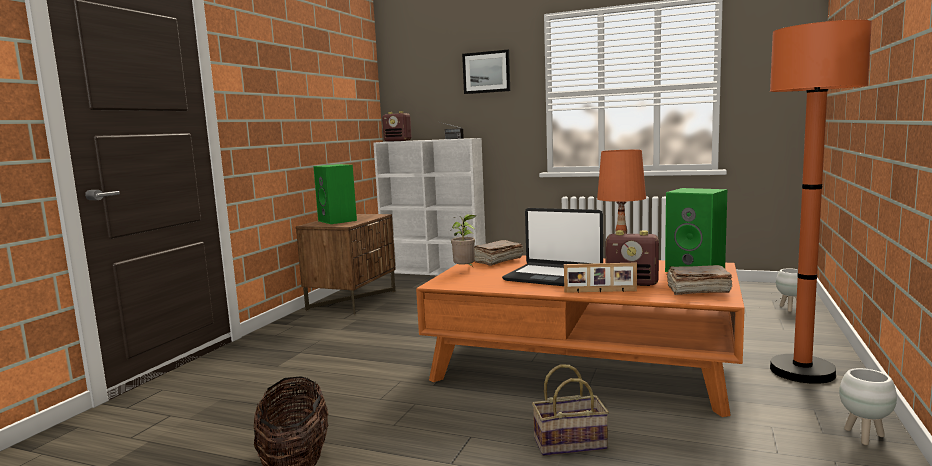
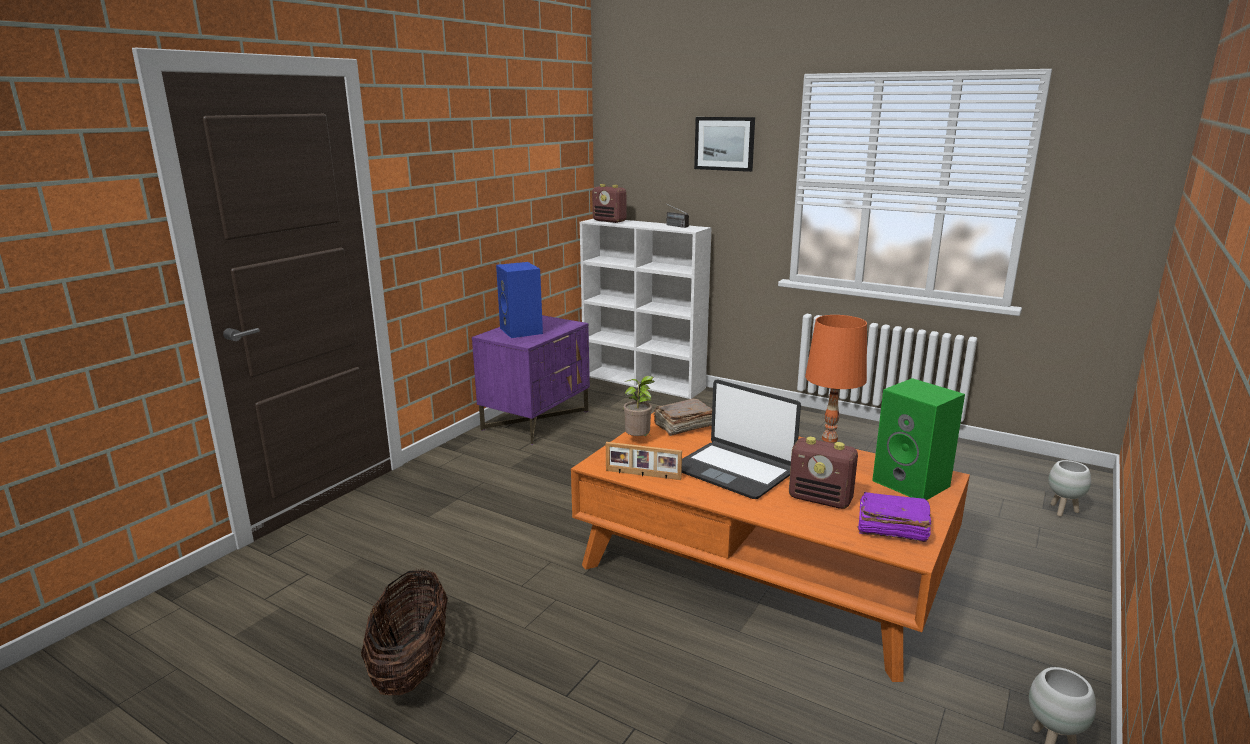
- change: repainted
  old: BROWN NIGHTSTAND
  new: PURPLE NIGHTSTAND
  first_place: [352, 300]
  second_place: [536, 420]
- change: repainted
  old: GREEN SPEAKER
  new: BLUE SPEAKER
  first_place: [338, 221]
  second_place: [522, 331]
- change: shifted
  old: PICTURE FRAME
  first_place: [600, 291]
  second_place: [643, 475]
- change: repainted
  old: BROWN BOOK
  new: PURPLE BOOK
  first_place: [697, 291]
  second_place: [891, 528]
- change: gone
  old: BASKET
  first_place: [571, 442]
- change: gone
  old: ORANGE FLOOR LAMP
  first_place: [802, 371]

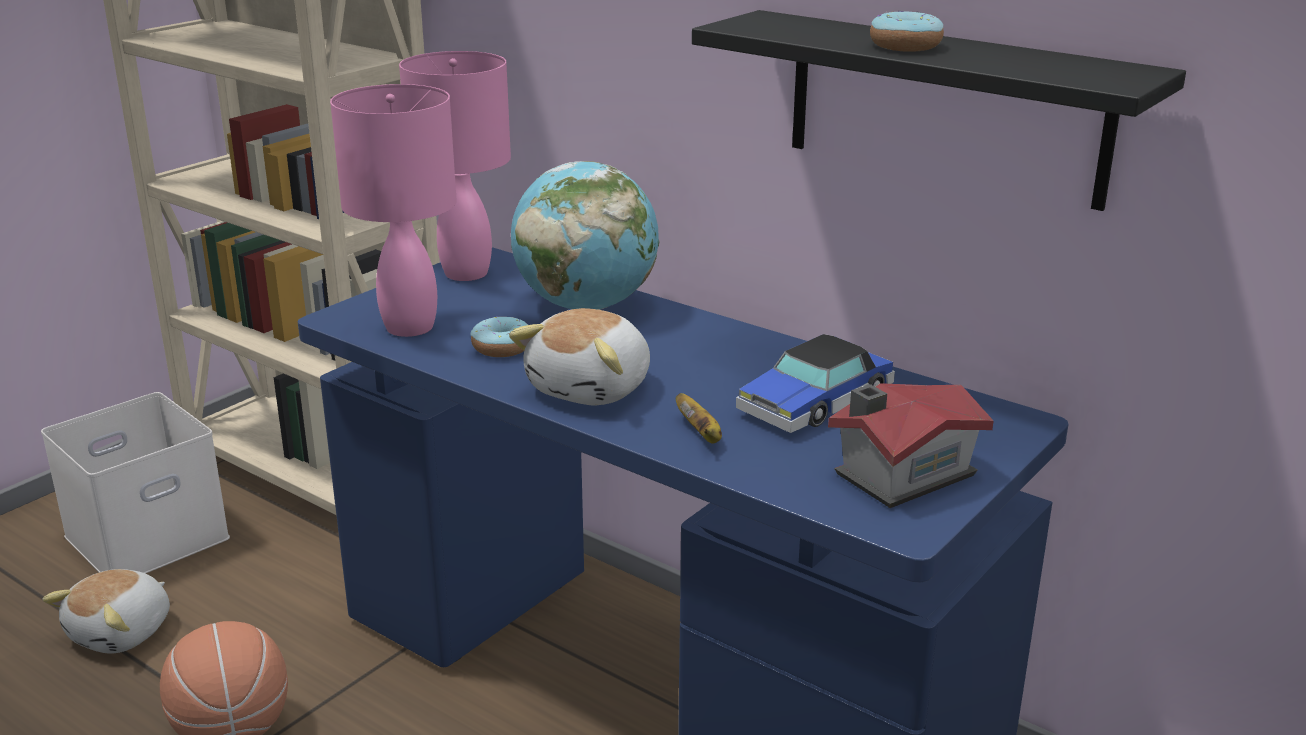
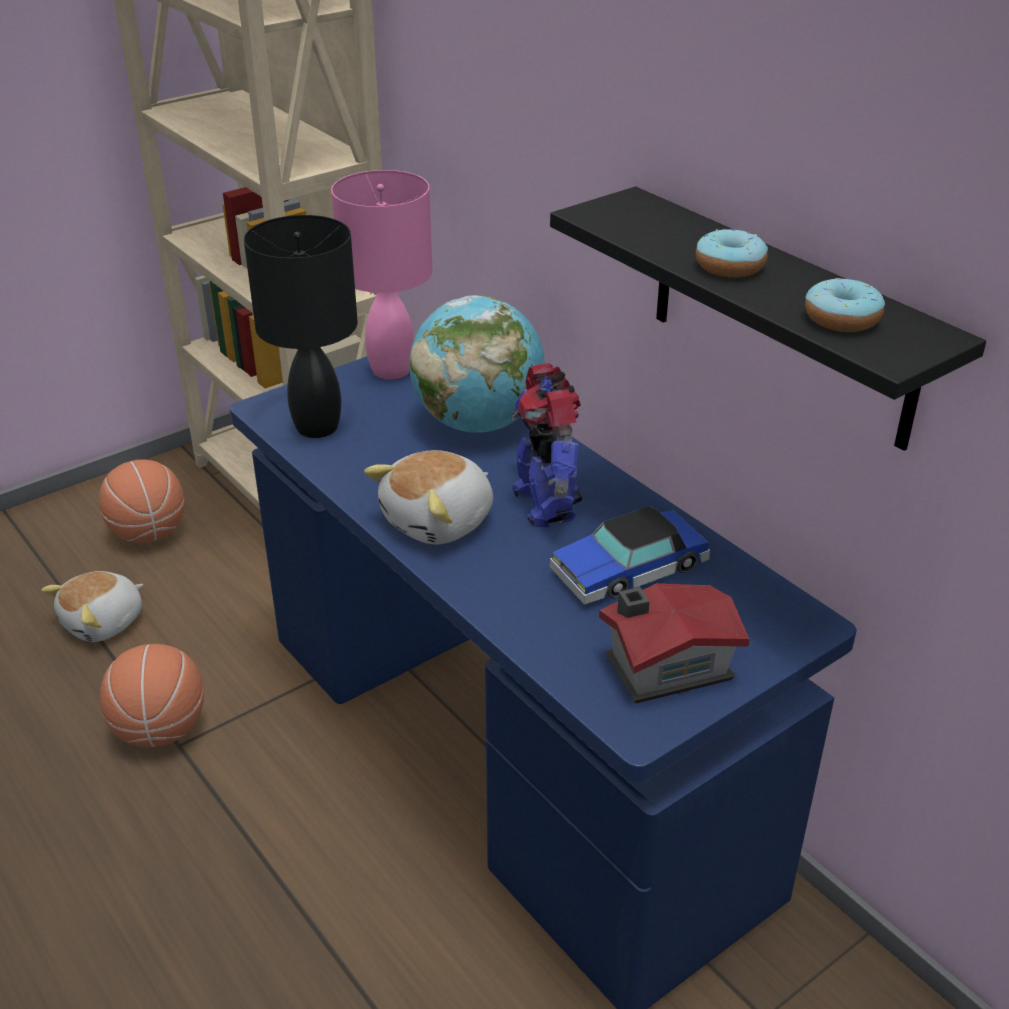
- change: swapped
  old: WHITE STORAGE BOX
  new: BASKETBALL
  first_place: [148, 535]
  second_place: [148, 533]
- change: repainted
  old: PINK TABLE LAMP
  new: BLACK TABLE LAMP
  first_place: [409, 328]
  second_place: [317, 428]
- change: new
  new: TOY ROBOT
  second_place: [545, 503]
- change: shifted
  old: DONUT
  first_place: [502, 348]
  second_place: [841, 319]
- change: gone
  old: BANANA
  first_place: [701, 434]

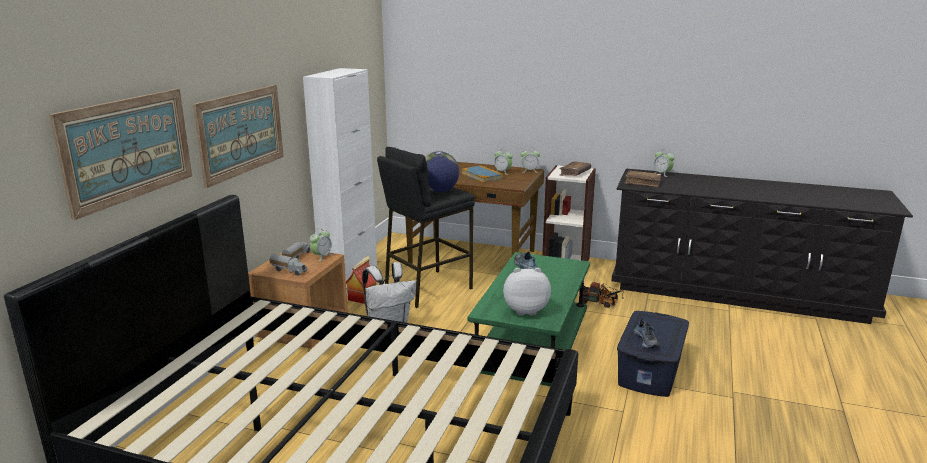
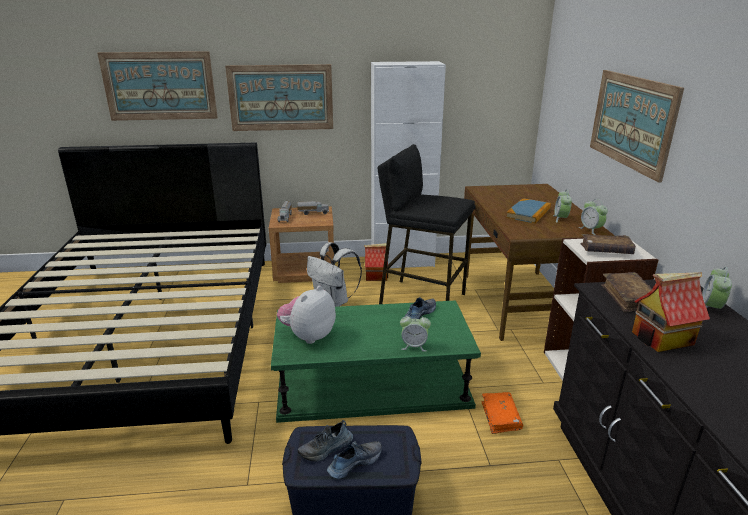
- change: rotated
  old: PLUSH TOY
  first_place: [525, 310]
  second_place: [308, 336]
  degrees: -120
- change: new
  new: SHOE
  second_place: [354, 462]
- change: shifted
  old: ALARM CLOCK
  first_place: [321, 256]
  second_place: [414, 346]
- change: swapped
  old: TOY TRUCK
  new: ORANGE BOOK
  first_place: [600, 303]
  second_place: [500, 417]
- change: new
  new: PICTURE
  second_place: [631, 121]
- change: new
  new: TOY HOUSE
  second_place: [662, 339]
- change: gone
  old: GLOBE
  first_place: [439, 191]

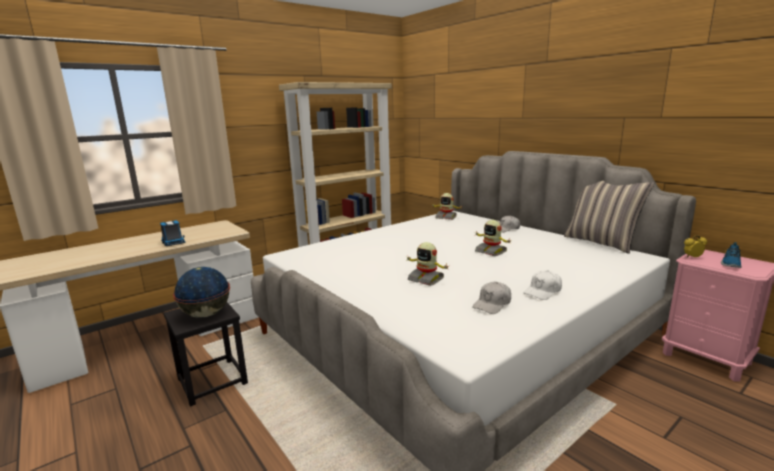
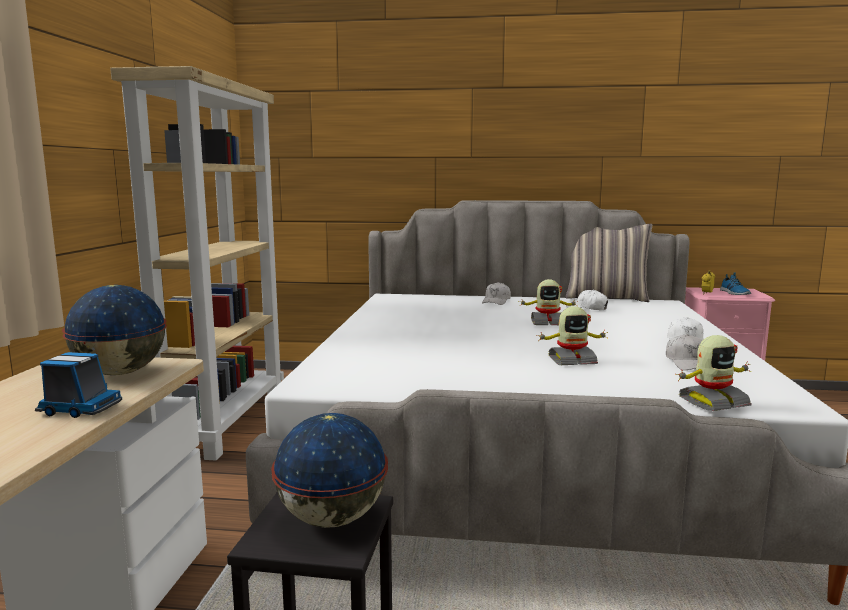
- change: new
  new: GLOBE
  second_place: [121, 373]
- change: new
  new: WHITE CAP
  second_place: [587, 308]
- change: shifted
  old: TOY ROBOT
  first_place: [446, 217]
  second_place: [712, 402]

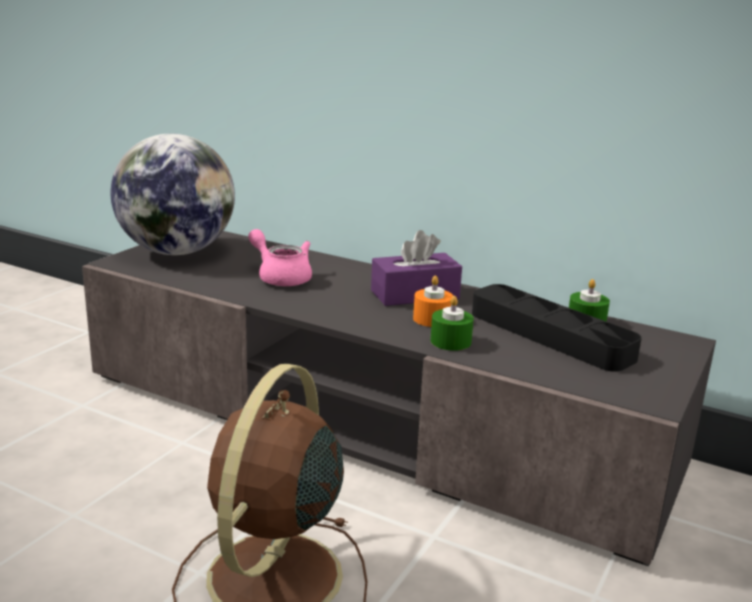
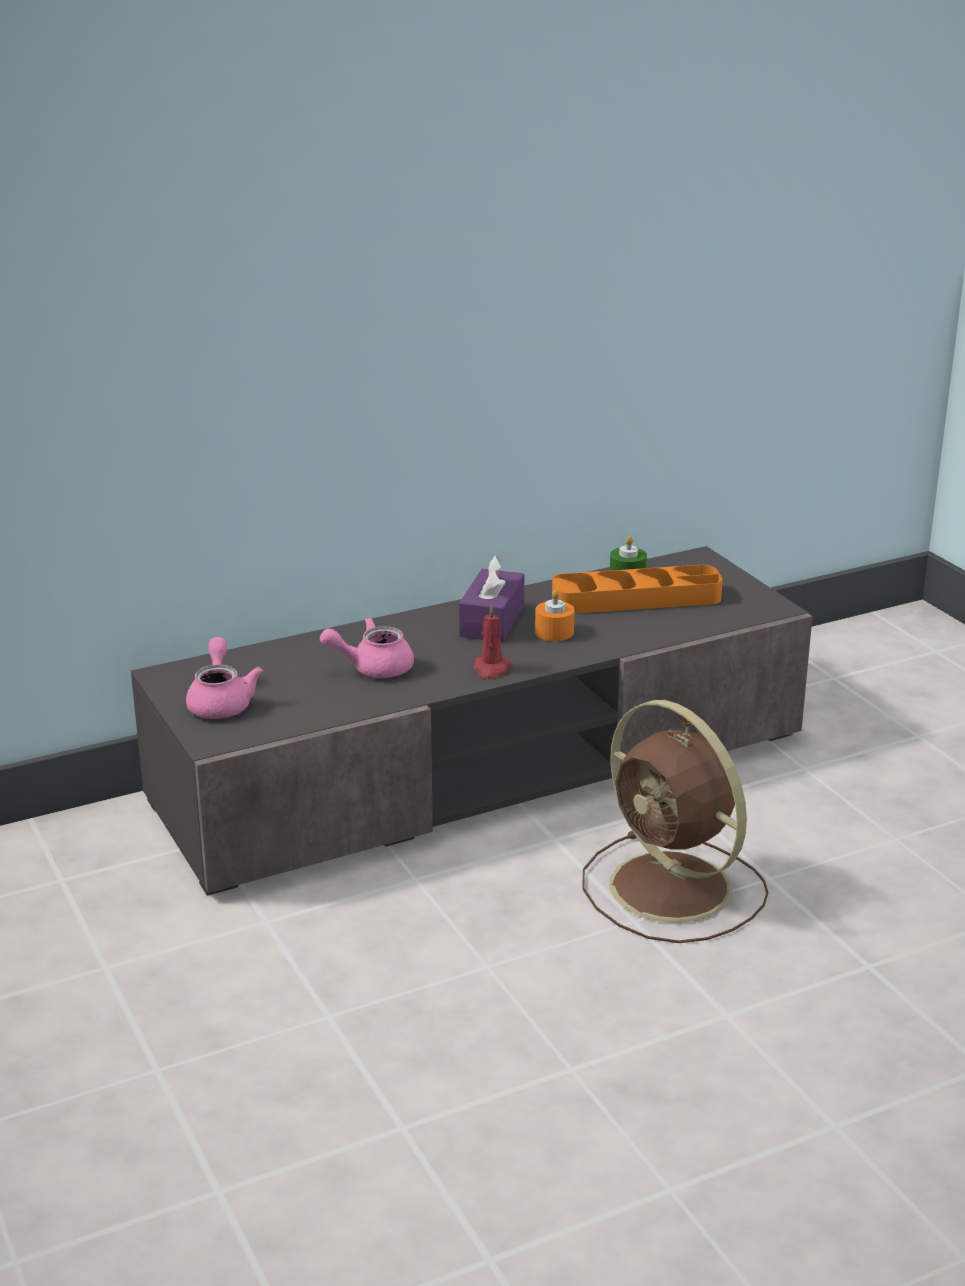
- change: swapped
  old: GLOBE
  new: PINK TEAPOT
  first_place: [176, 251]
  second_place: [221, 702]
- change: new
  new: RED CANDLE
  second_place: [491, 669]
- change: repainted
  old: BLACK TRAY
  new: ORANGE TRAY
  first_place: [550, 335]
  second_place: [636, 599]
- change: gone
  old: GREEN CANDLE
  first_place: [450, 341]

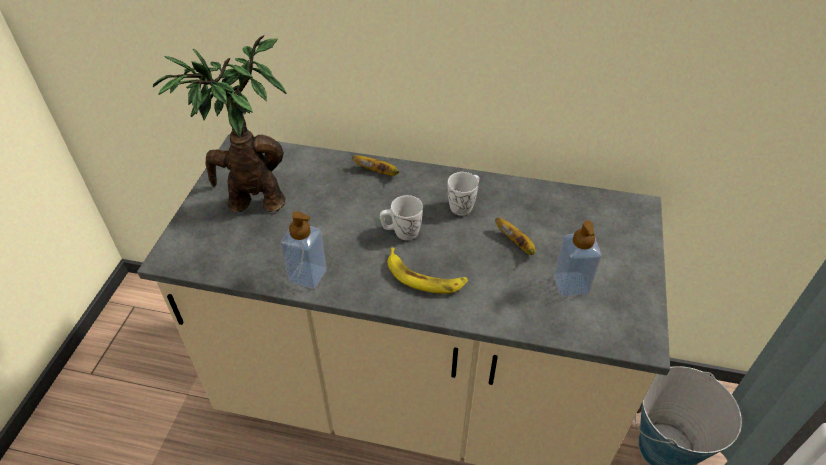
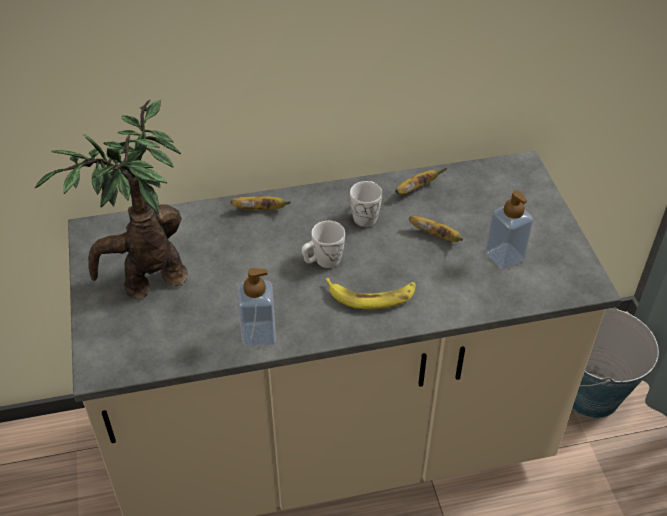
- change: new
  new: BANANA
  second_place: [416, 188]

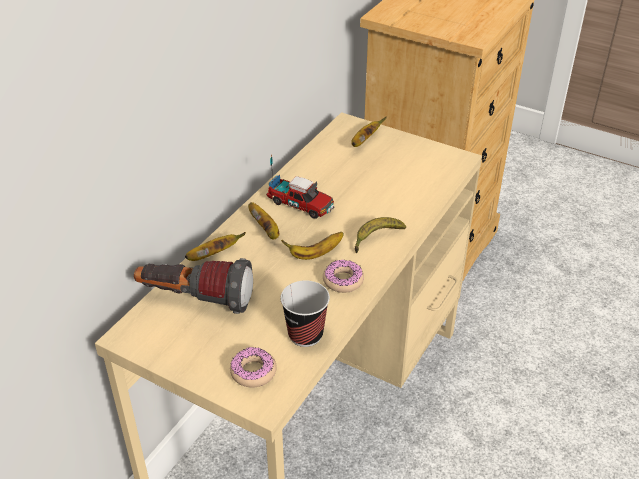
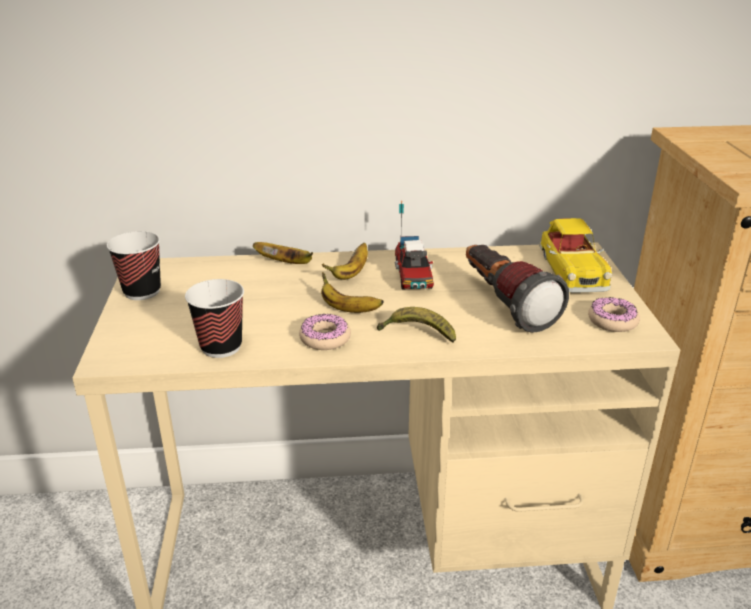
- change: new
  new: CUP
  second_place: [142, 291]
- change: shifted
  old: FLASHLIGHT
  first_place: [195, 300]
  second_place: [504, 304]
- change: swapped
  old: BANANA
  new: TOY CAR
  first_place: [364, 141]
  second_place: [571, 270]
- change: shifted
  old: DONUT
  first_place: [253, 372]
  second_place: [612, 321]

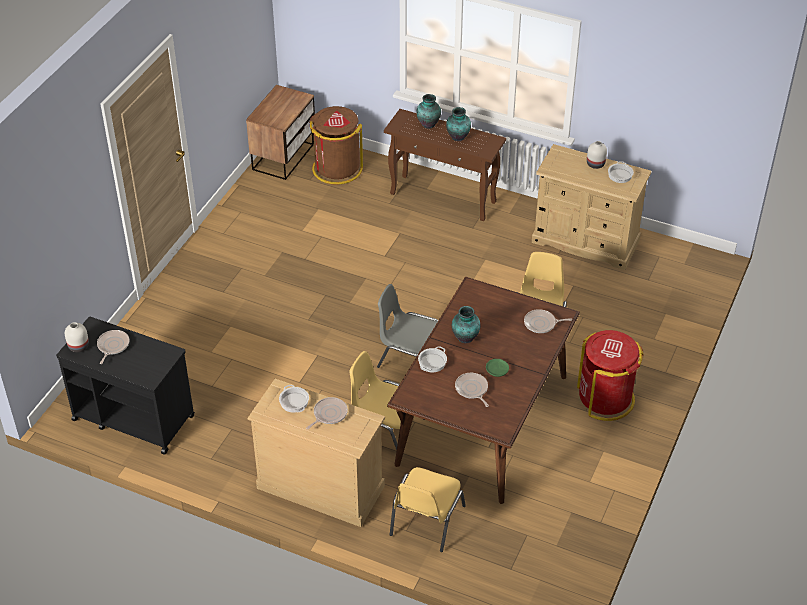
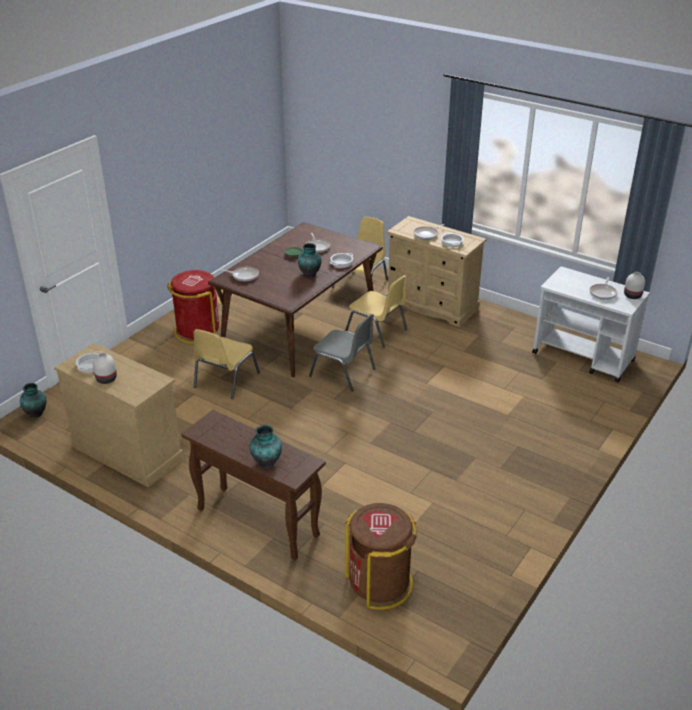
- change: shifted
  old: VASE
  first_place: [458, 137]
  second_place: [36, 413]
- change: repainted
  old: BLACK CART
  new: WHITE CART
  first_place: [132, 417]
  second_place: [583, 357]
- change: gone
  old: NIGHTSTAND
  first_place: [284, 157]

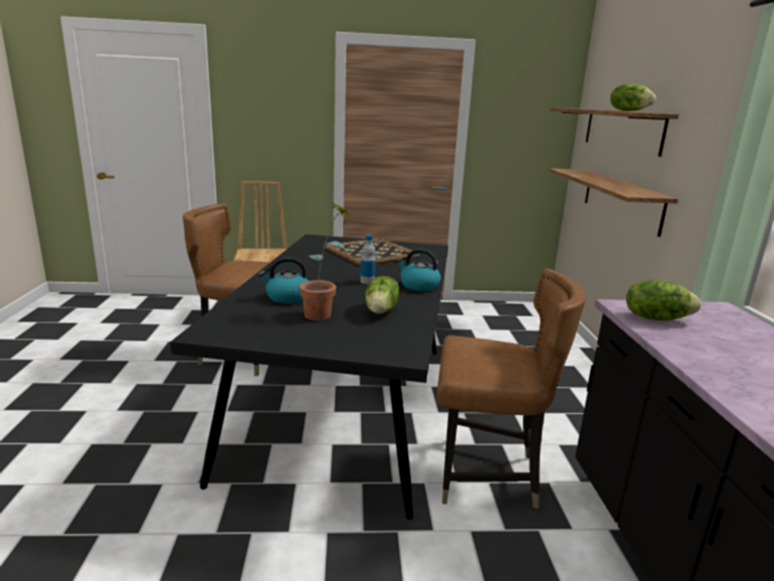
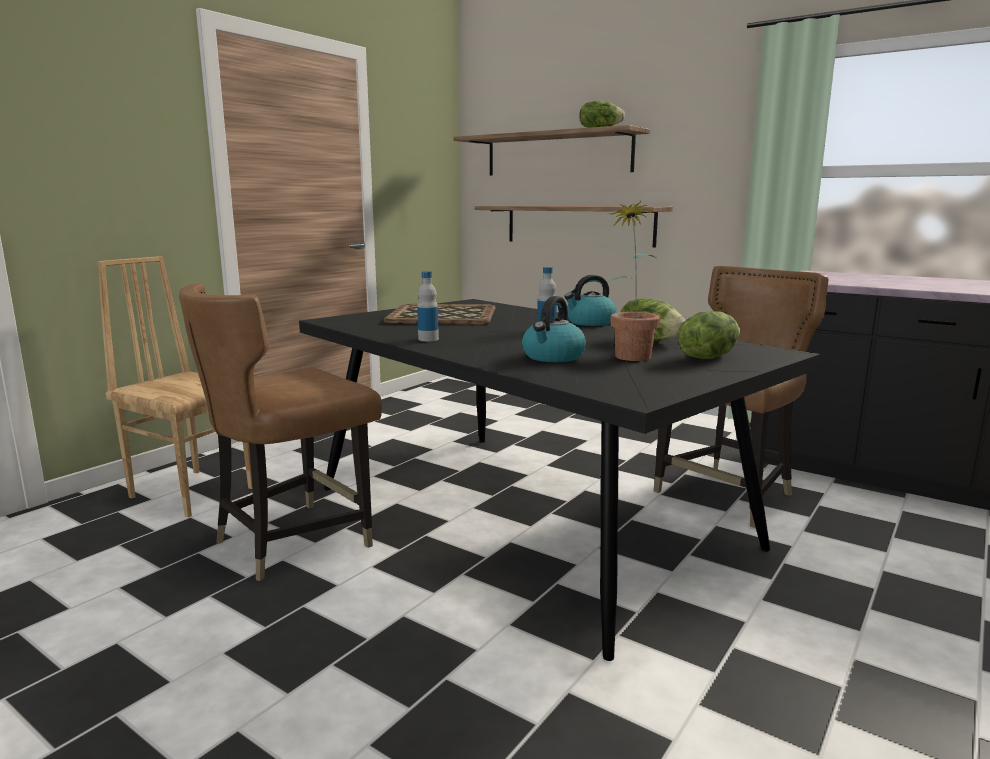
- change: new
  new: BOTTLE
  second_place: [428, 339]
- change: shifted
  old: LETTUCE
  first_place: [656, 318]
  second_place: [707, 357]

